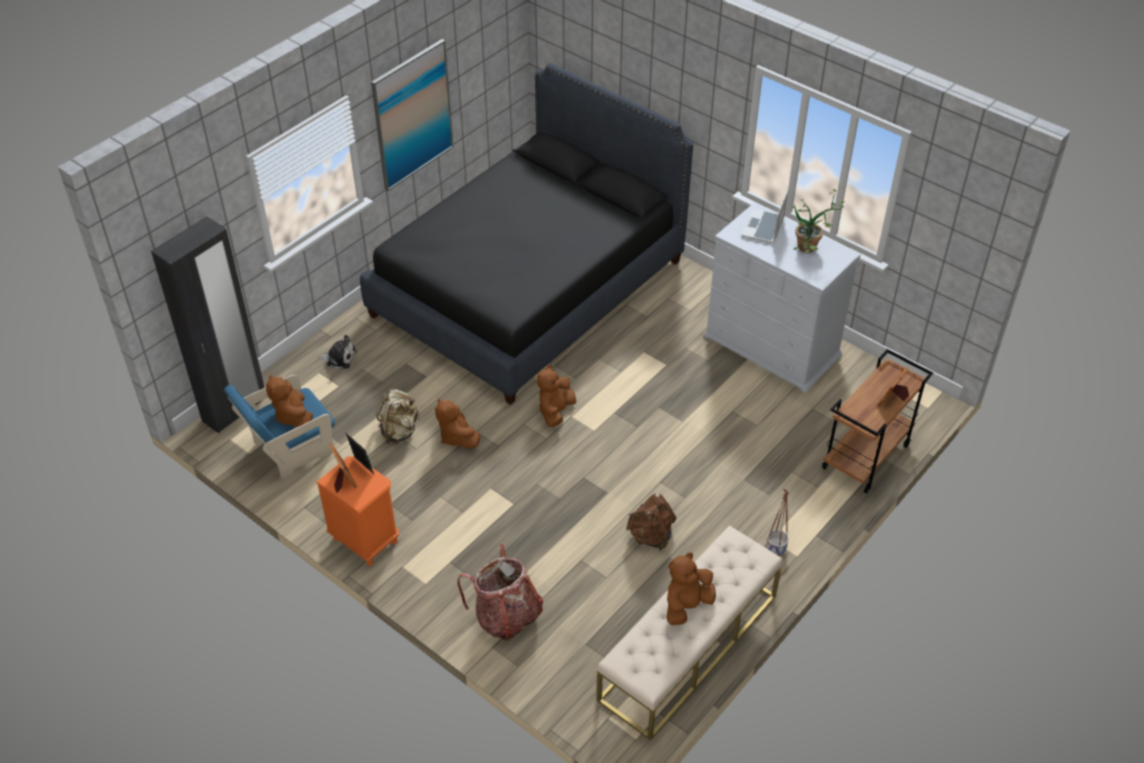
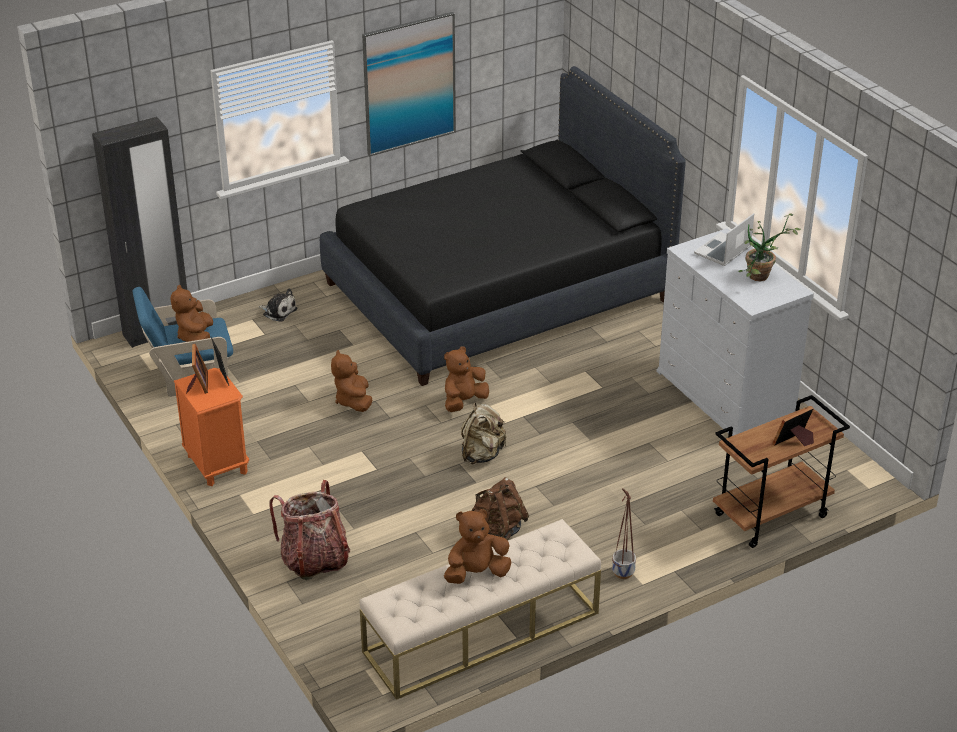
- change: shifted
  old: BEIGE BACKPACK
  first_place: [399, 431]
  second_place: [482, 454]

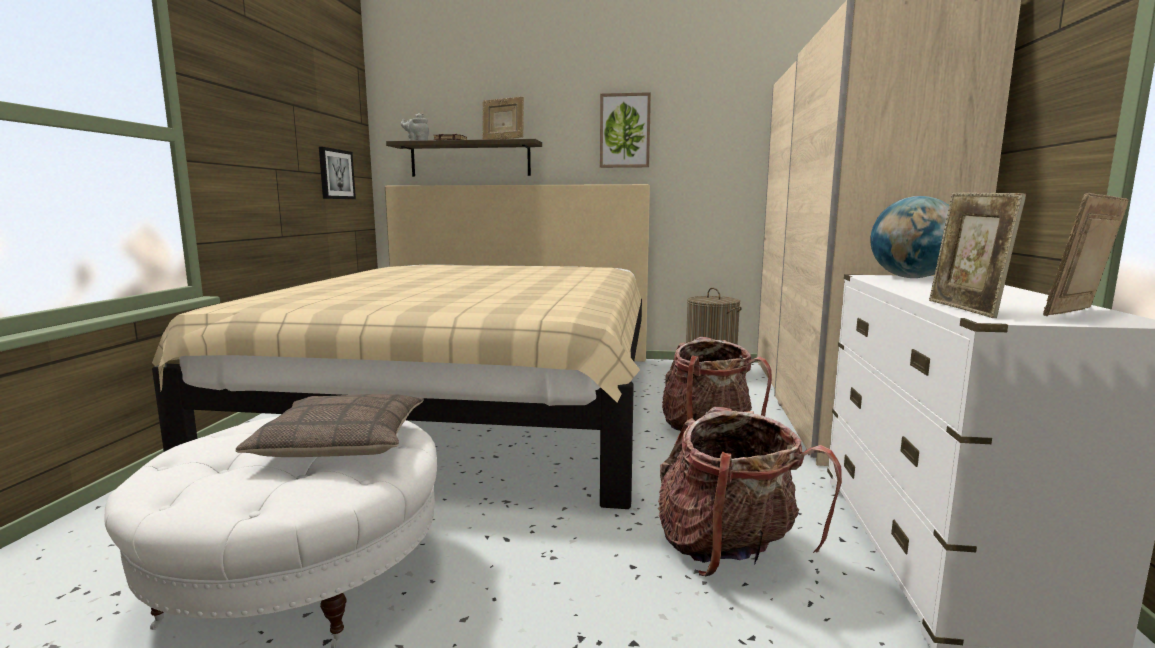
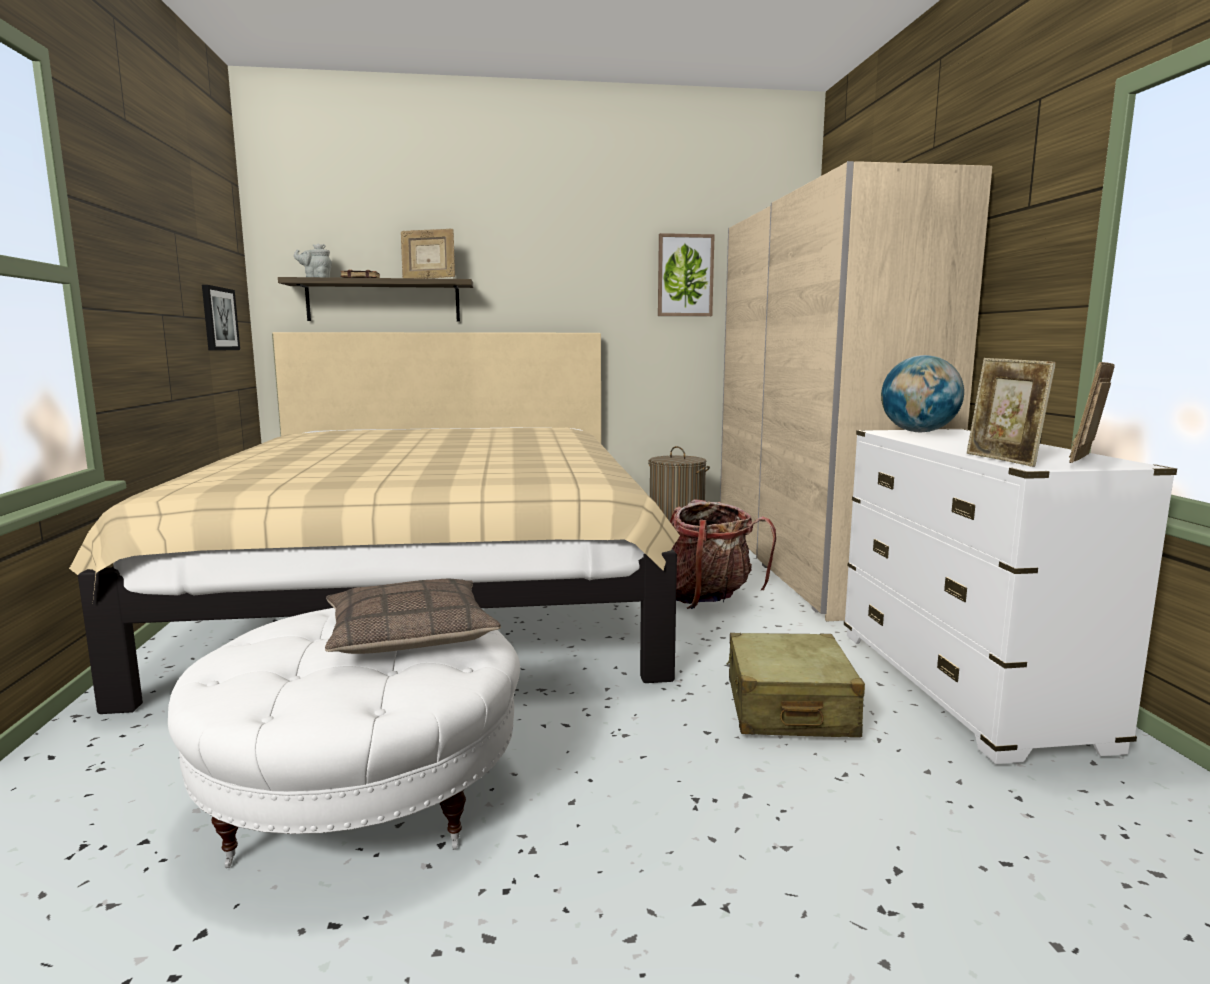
- change: shifted
  old: PICTURE
  first_place: [625, 131]
  second_place: [685, 275]
- change: swapped
  old: BACKPACK
  new: BEIGE SUITCASE
  first_place: [729, 552]
  second_place: [788, 707]

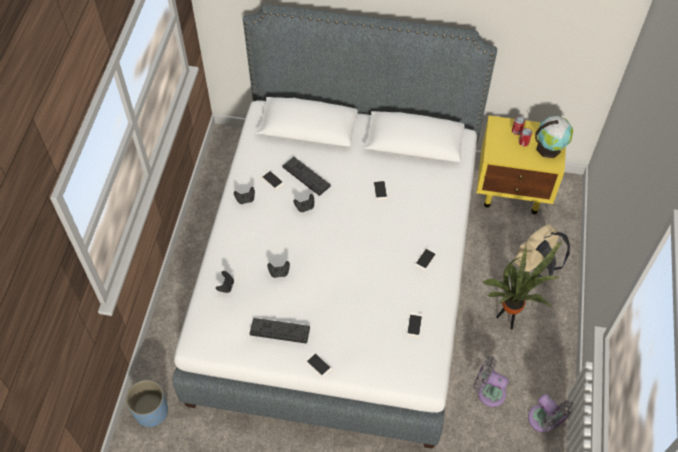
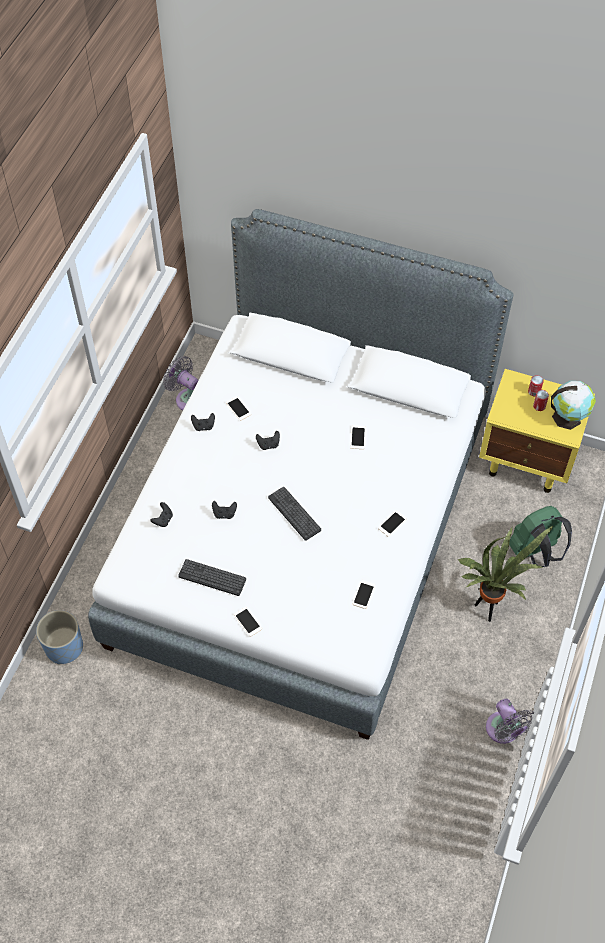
- change: shifted
  old: GREY FAN
  first_place: [488, 391]
  second_place: [187, 398]
- change: shifted
  old: KEYBOARD
  first_place: [306, 176]
  second_place: [294, 513]
- change: repainted
  old: BEIGE BACKPACK
  new: GREEN BACKPACK
  first_place: [536, 265]
  second_place: [535, 552]

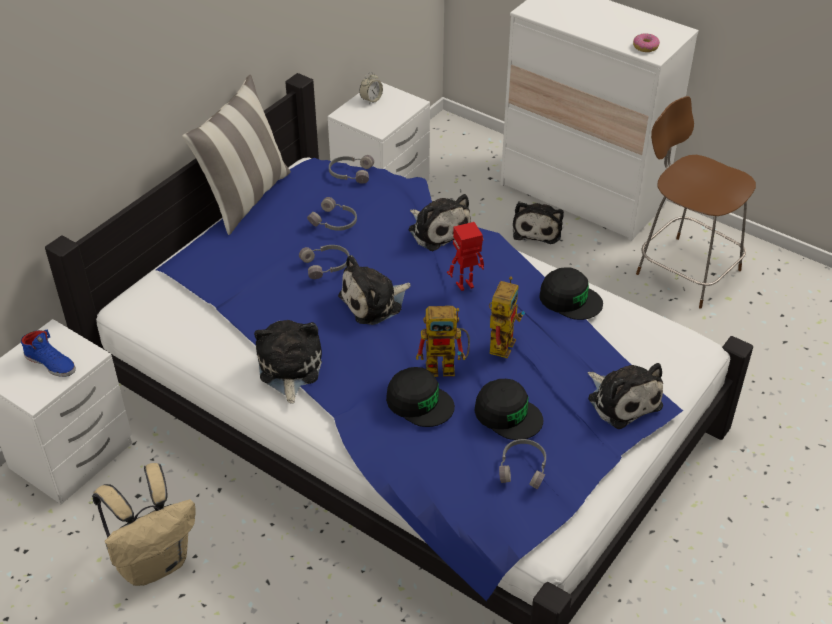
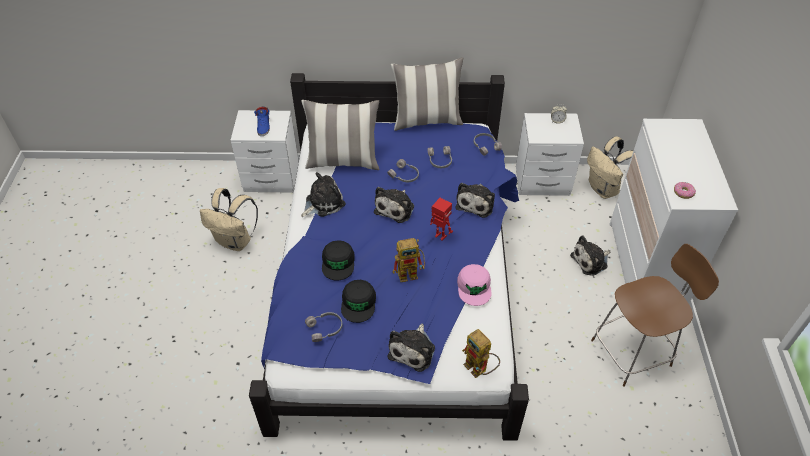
- change: new
  new: PILLOW
  second_place: [343, 161]
- change: rotated
  old: PLUSH TOY
  first_place: [374, 302]
  second_place: [396, 208]
  degrees: -90
- change: repainted
  old: BLACK CAP
  new: PINK CAP
  first_place: [570, 299]
  second_place: [474, 287]
- change: shifted
  old: TOY ROBOT
  first_place: [447, 366]
  second_place: [479, 370]
- change: new
  new: BEIGE BACKPACK
  second_place: [604, 189]
- change: rotated
  old: BROWN CHAIR
  first_place: [685, 270]
  second_place: [633, 352]
  degrees: 60

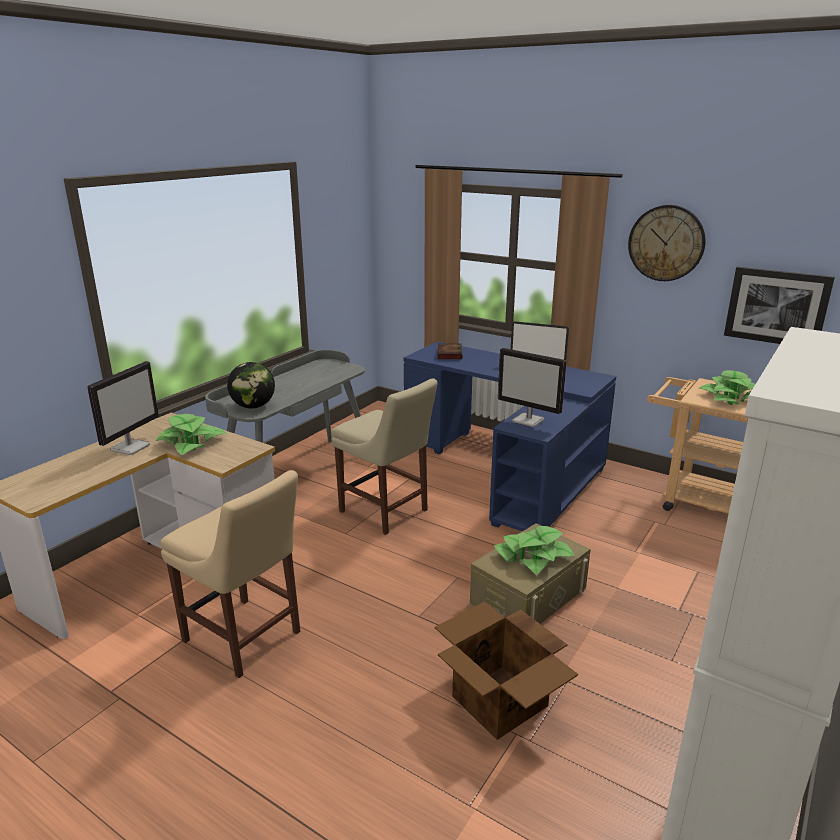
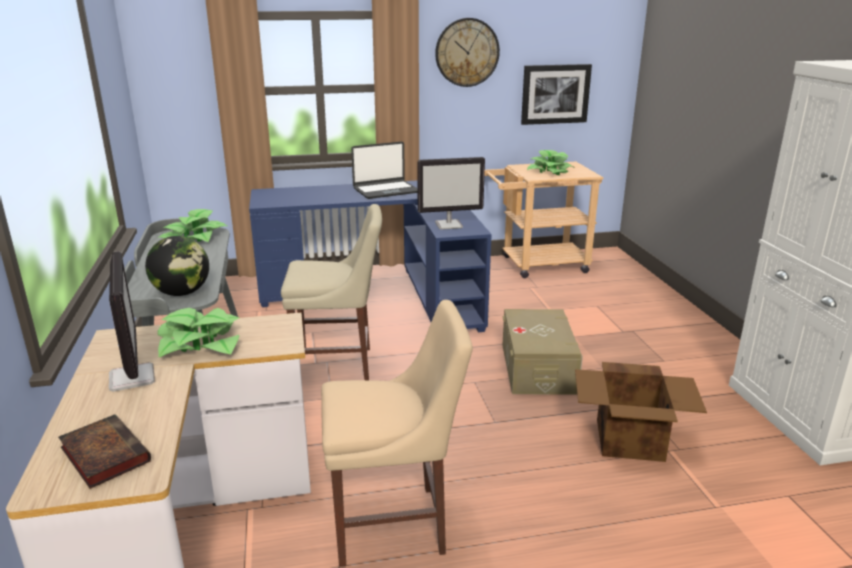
- change: shifted
  old: BOOK
  first_place: [449, 353]
  second_place: [103, 454]
- change: shifted
  old: POTTED PLANT
  first_place: [532, 557]
  second_place: [194, 237]

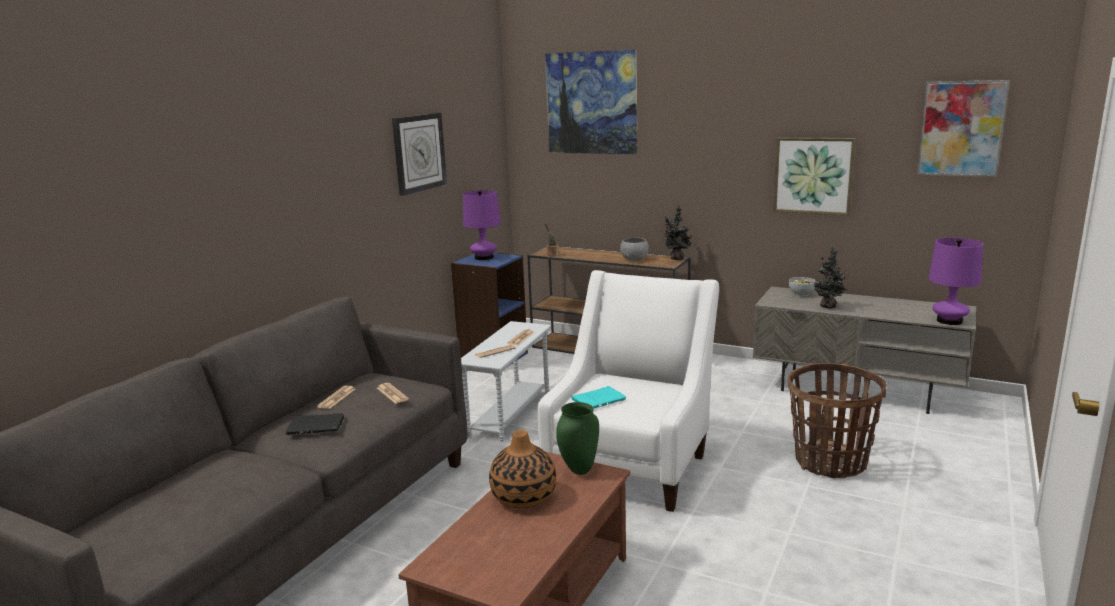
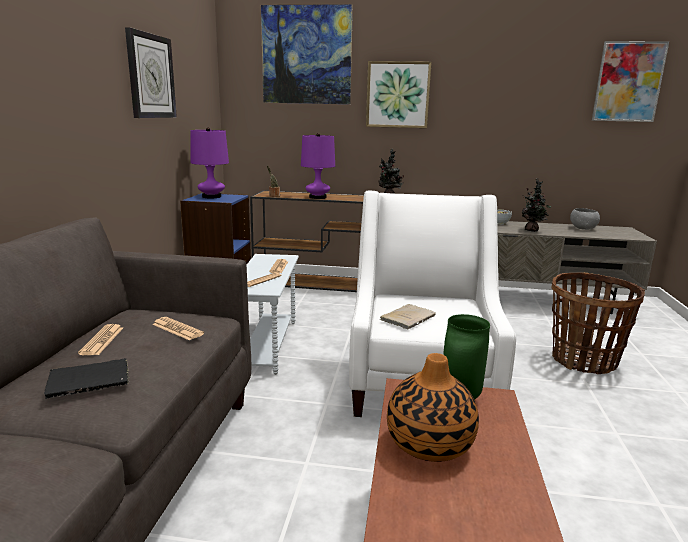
- change: shifted
  old: PURPLE TABLE LAMP
  first_place: [949, 321]
  second_place: [317, 197]
- change: shifted
  old: PICTURE
  first_place: [813, 175]
  second_place: [398, 95]
- change: repainted
  old: TURQUOISE BOOK
  new: BEIGE BOOK
  first_place: [600, 400]
  second_place: [409, 318]
- change: shifted
  old: GREY BOWL
  first_place: [634, 259]
  second_place: [582, 228]

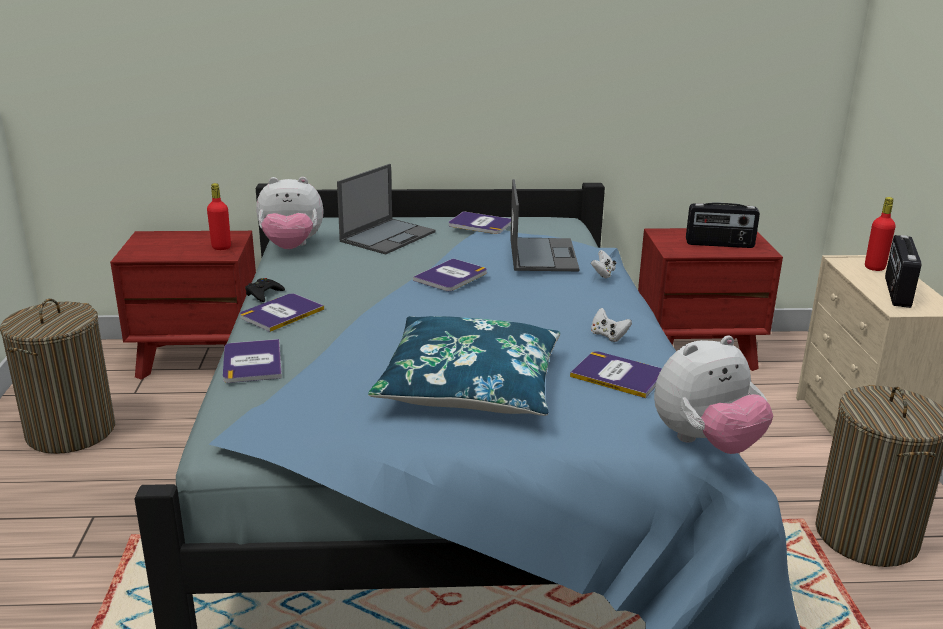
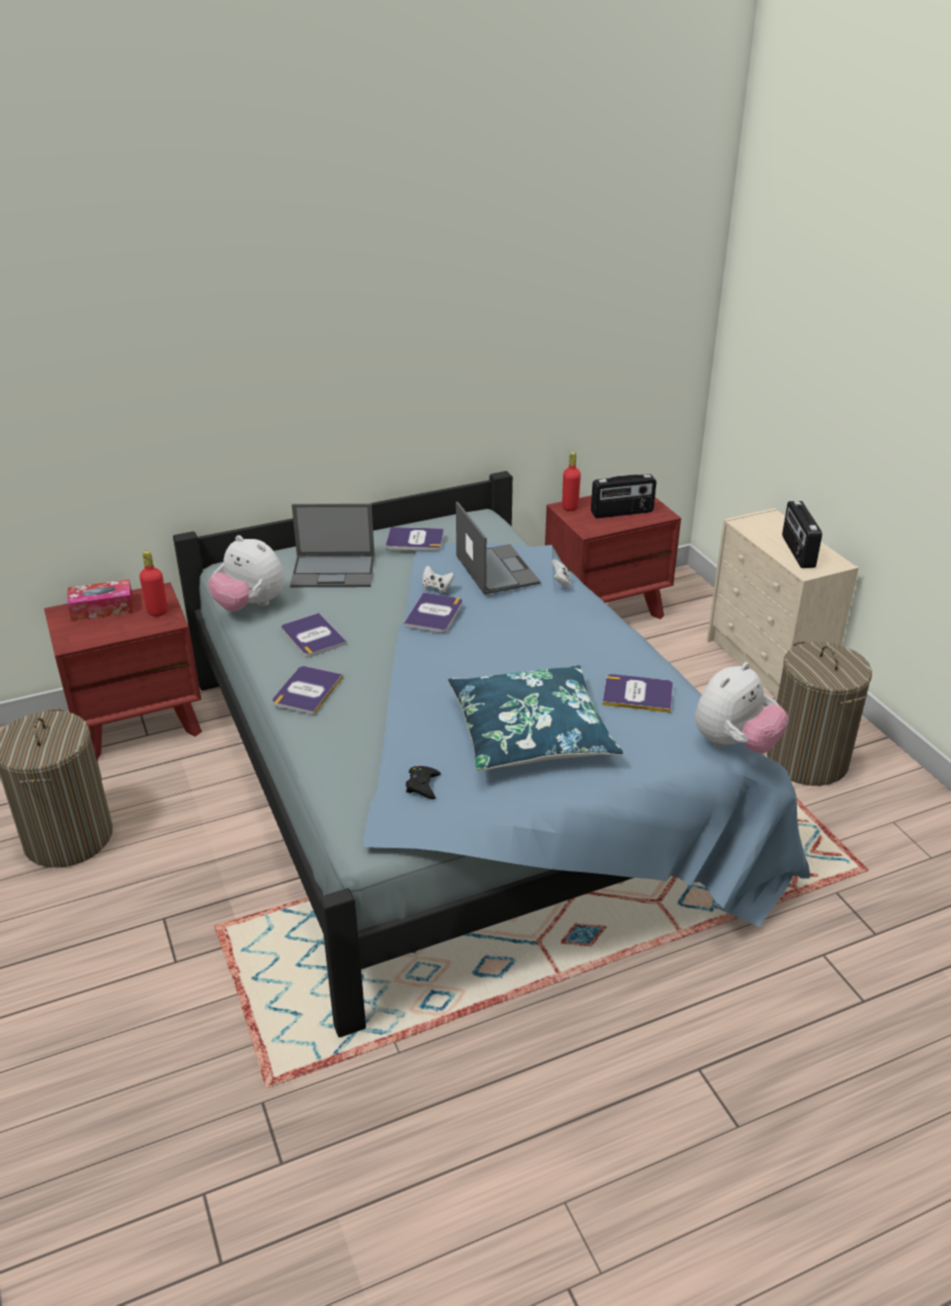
- change: new
  new: TISSUE BOX
  second_place: [102, 608]
- change: rotated
  old: PLUSH TOY
  first_place: [291, 247]
  second_place: [250, 605]
  degrees: 60
- change: shifted
  old: BOOK
  first_place: [252, 362]
  second_place: [312, 636]
- change: rotated
  old: LAPTOP
  first_place: [388, 236]
  second_place: [334, 571]
  degrees: 75
- change: shifted
  old: BLACK GAME CONTROLLER
  first_place: [263, 294]
  second_place: [422, 785]
- change: shifted
  old: WHITE GAME CONTROLLER
  first_place: [608, 336]
  second_place: [437, 587]
- change: shifted
  old: RED BOTTLE
  first_place: [874, 267]
  second_place: [570, 507]

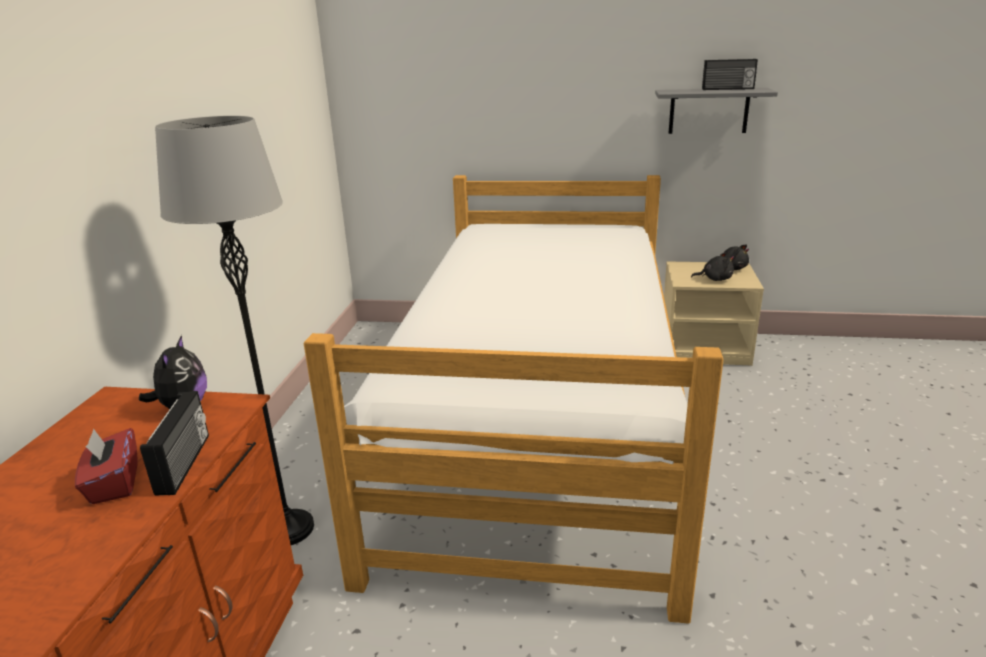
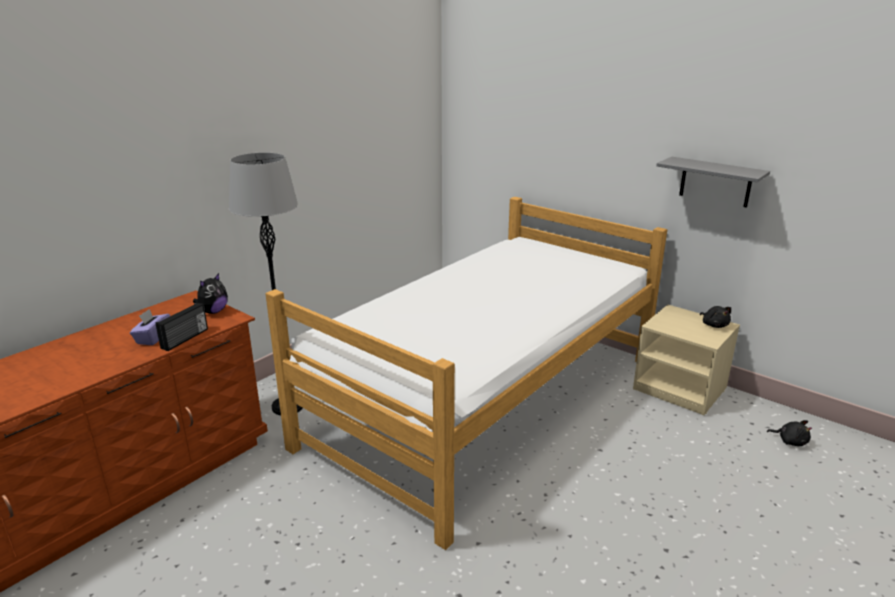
- change: repainted
  old: RED TISSUE BOX
  new: PURPLE TISSUE BOX
  first_place: [114, 484]
  second_place: [153, 338]
- change: shifted
  old: BLACK PLUSH TOY
  first_place: [714, 279]
  second_place: [790, 441]
- change: gone
  old: RADIO
  first_place: [727, 89]

